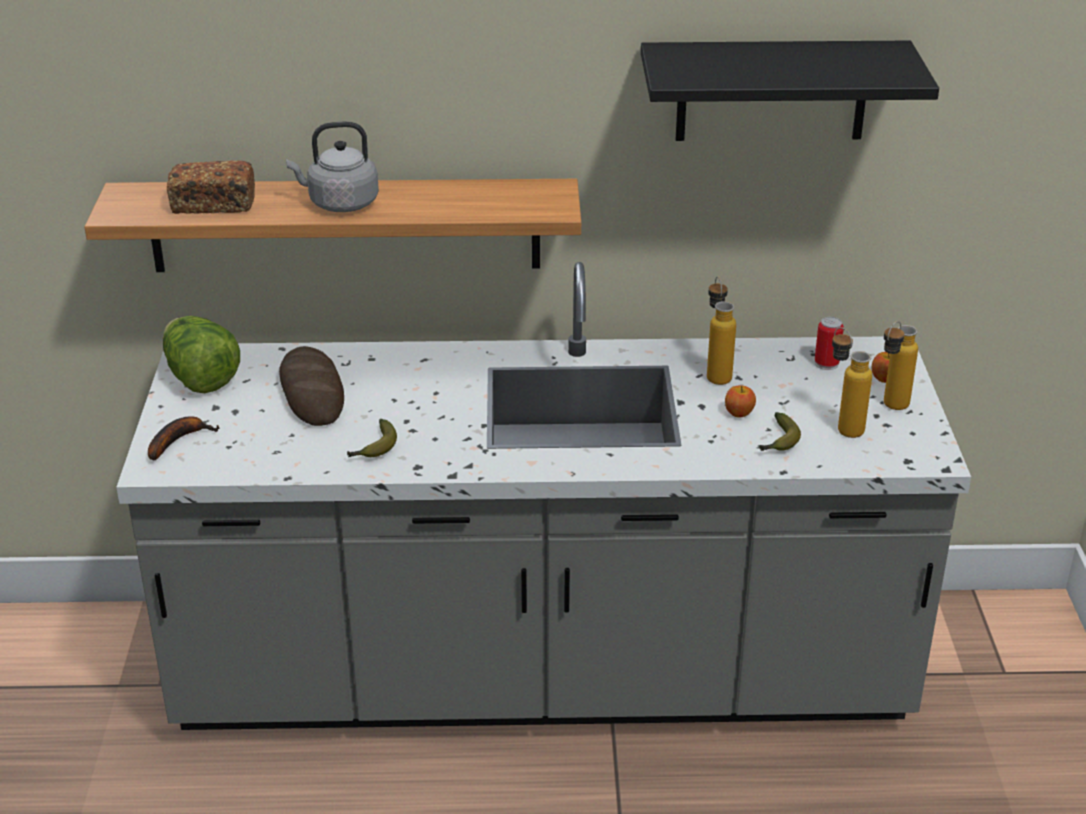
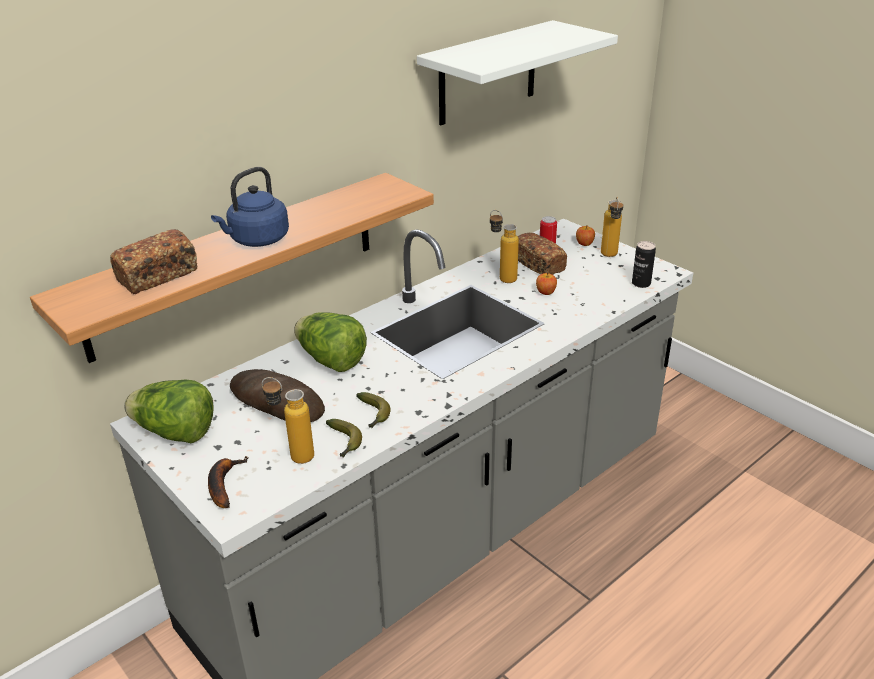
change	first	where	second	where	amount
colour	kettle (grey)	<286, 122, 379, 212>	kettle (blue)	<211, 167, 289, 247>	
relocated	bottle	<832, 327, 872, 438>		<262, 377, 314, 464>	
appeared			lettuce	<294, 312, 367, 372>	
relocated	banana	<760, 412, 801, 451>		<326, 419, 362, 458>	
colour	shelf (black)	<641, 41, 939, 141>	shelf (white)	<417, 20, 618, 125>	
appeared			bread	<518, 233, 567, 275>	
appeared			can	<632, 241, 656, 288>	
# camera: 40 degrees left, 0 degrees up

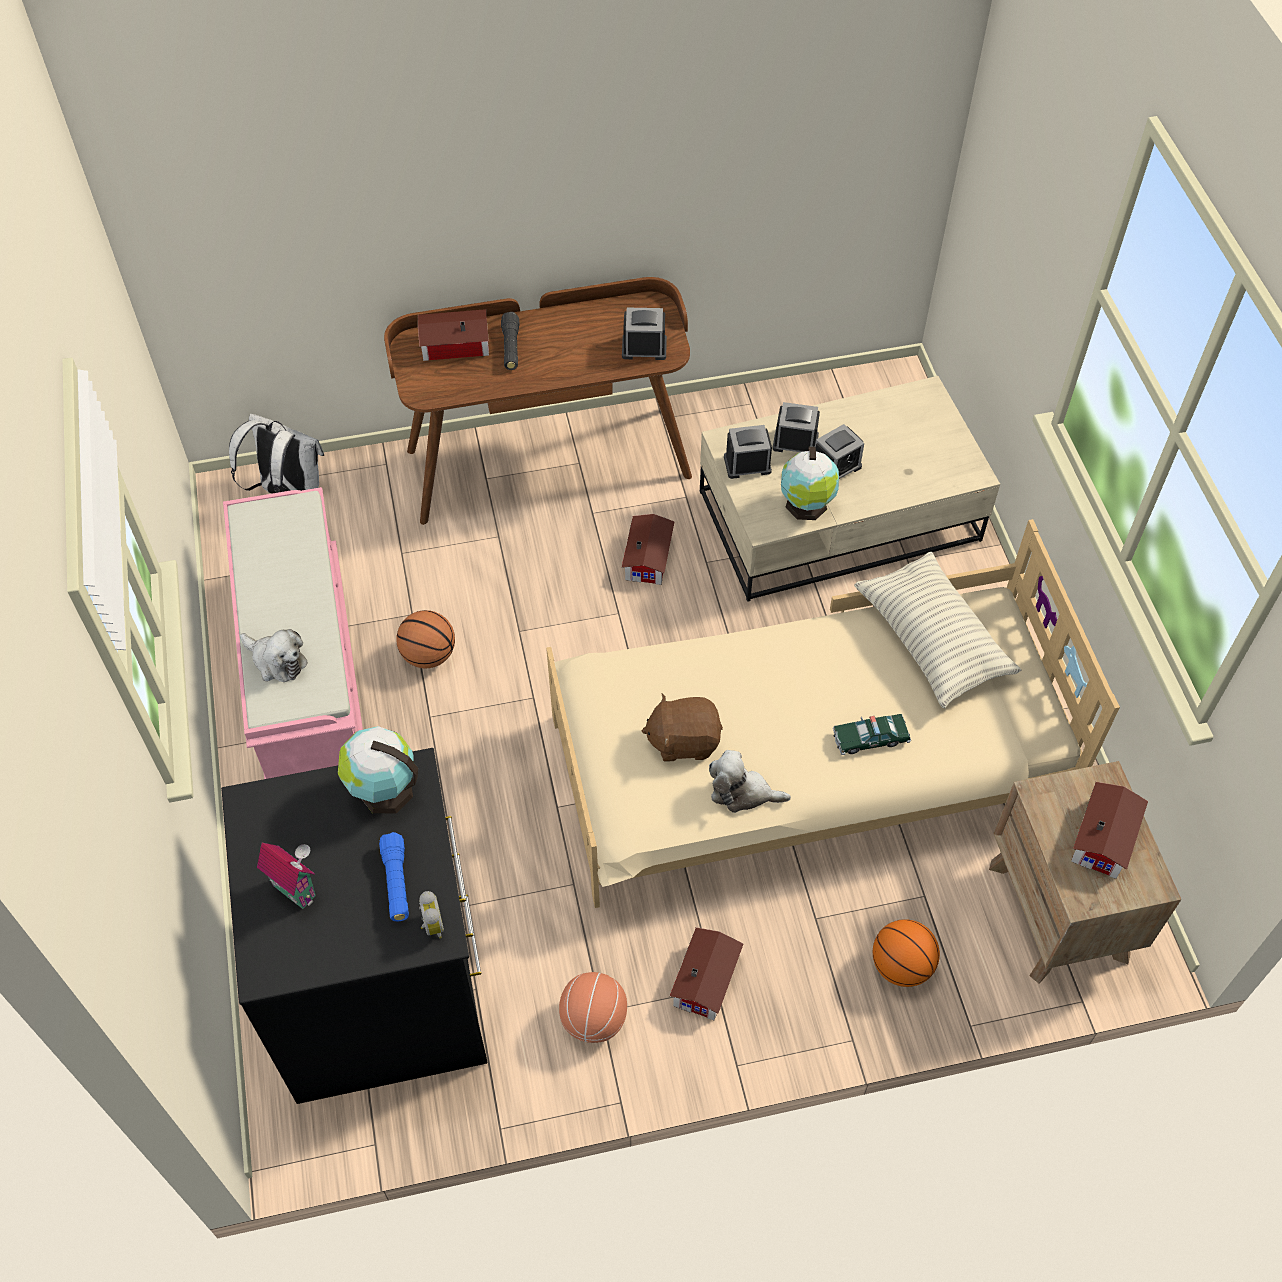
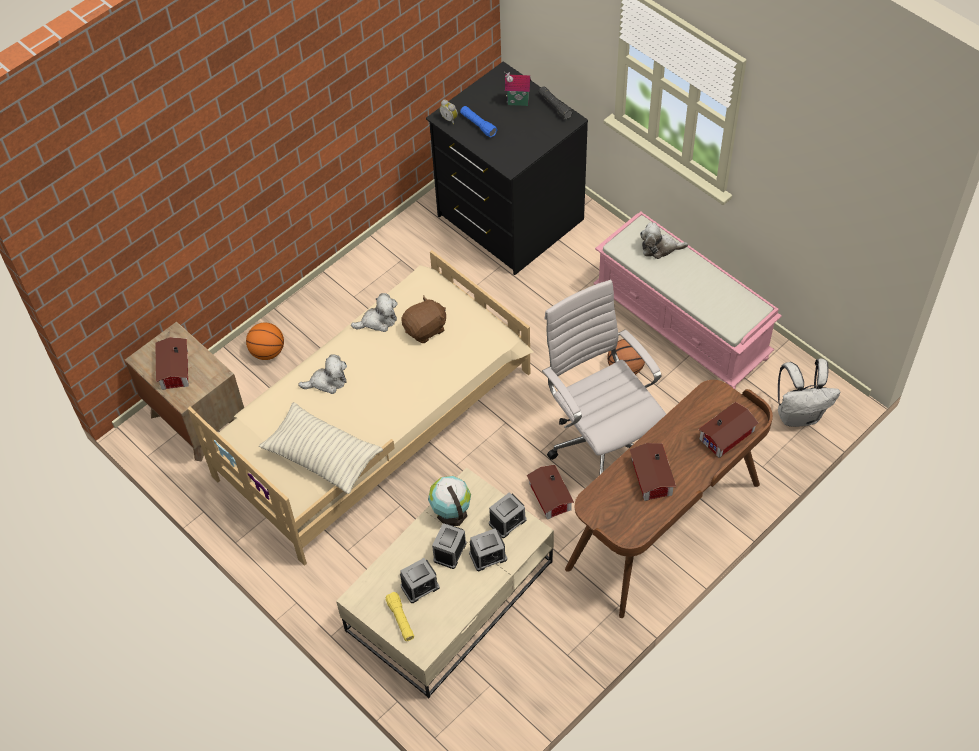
change	first	where	second	where	amount
exchanged	toy car	<833, 714, 911, 755>	plush toy	<298, 355, 347, 394>	
appeared			flashlight (yellow)	<385, 592, 414, 641>	
relocated	alarm clock	<622, 308, 667, 360>		<400, 558, 440, 603>	
relocated	flashlight (black)	<501, 312, 519, 370>		<539, 86, 573, 120>	
appeared			office chair (white)	<542, 280, 666, 475>	
relocated	toy house	<670, 927, 743, 1020>		<630, 443, 676, 501>	
missing	globe	<338, 726, 418, 813>			
missing	basketball	<559, 972, 627, 1043>			
# camera: 150 degrees right, 0 degrees up

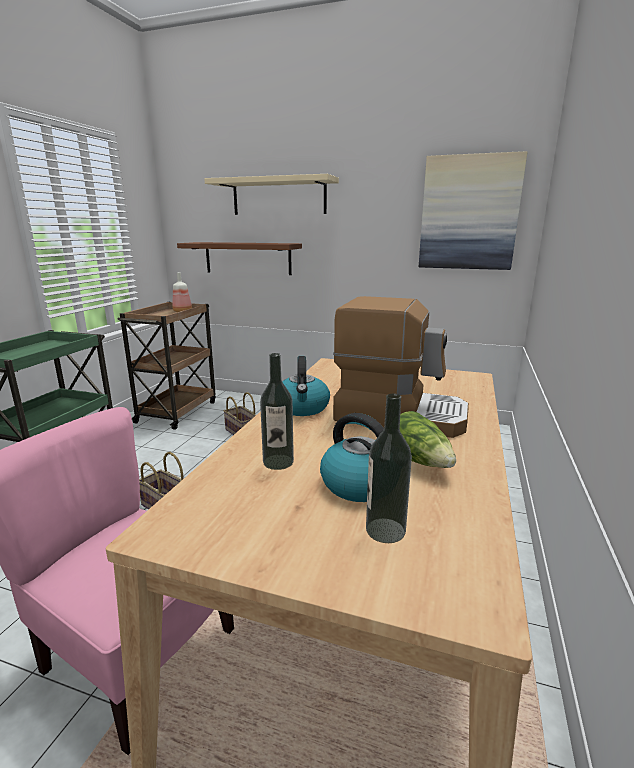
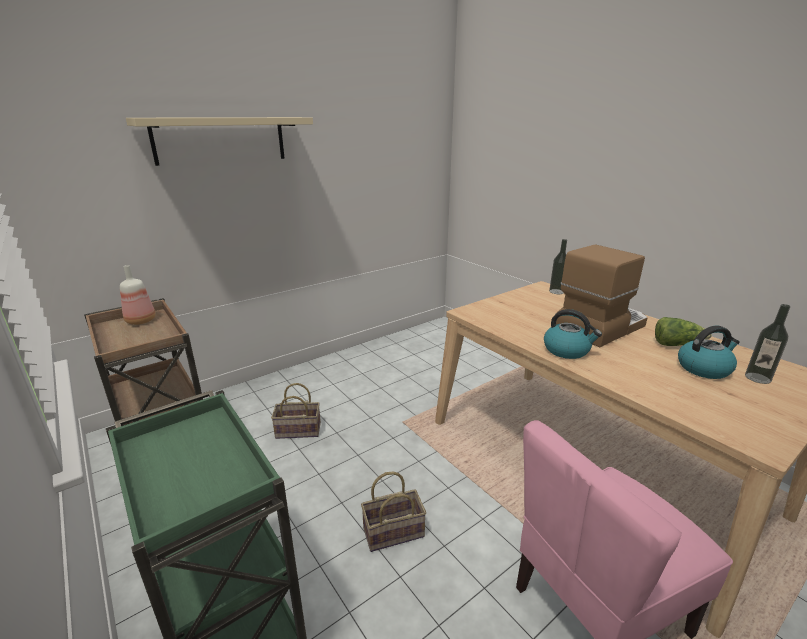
change	first	where	second	where	amount
relocated	bottle	<260, 353, 294, 470>		<549, 239, 567, 294>	
missing	shelf (brown)	<177, 242, 302, 275>			
missing	picture	<419, 151, 527, 270>			
# camera: 55 degrees left, 5 degrees up

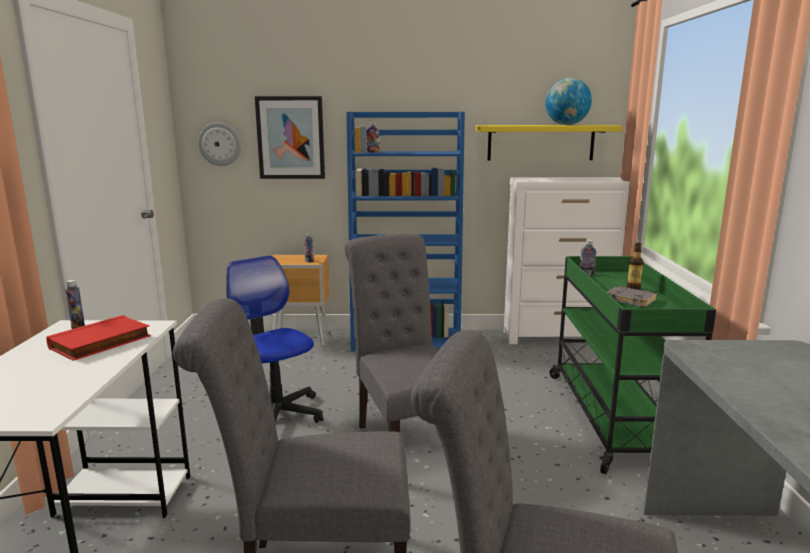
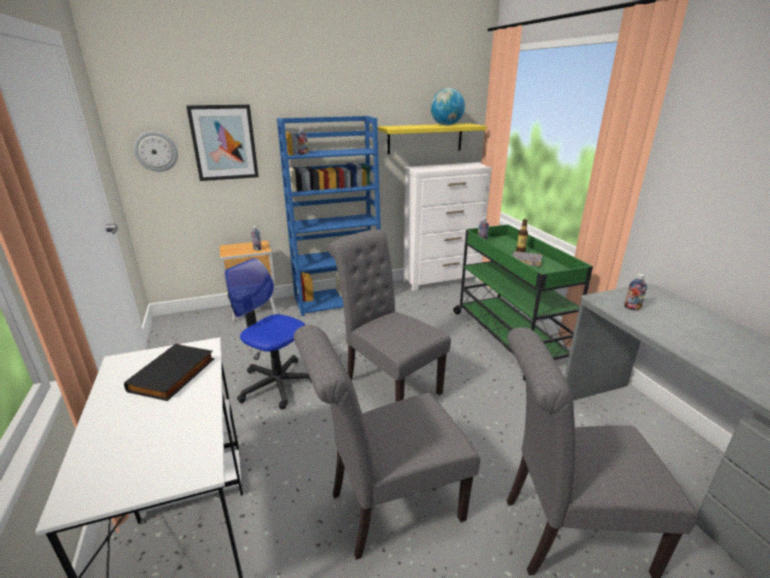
change	first	where	second	where	amount
colour	book (red)	<46, 315, 151, 361>	book (black)	<124, 344, 215, 401>	
relocated	bottle	<65, 280, 85, 329>		<624, 274, 647, 311>	
# camera: 20 degrees left, 10 degrees up

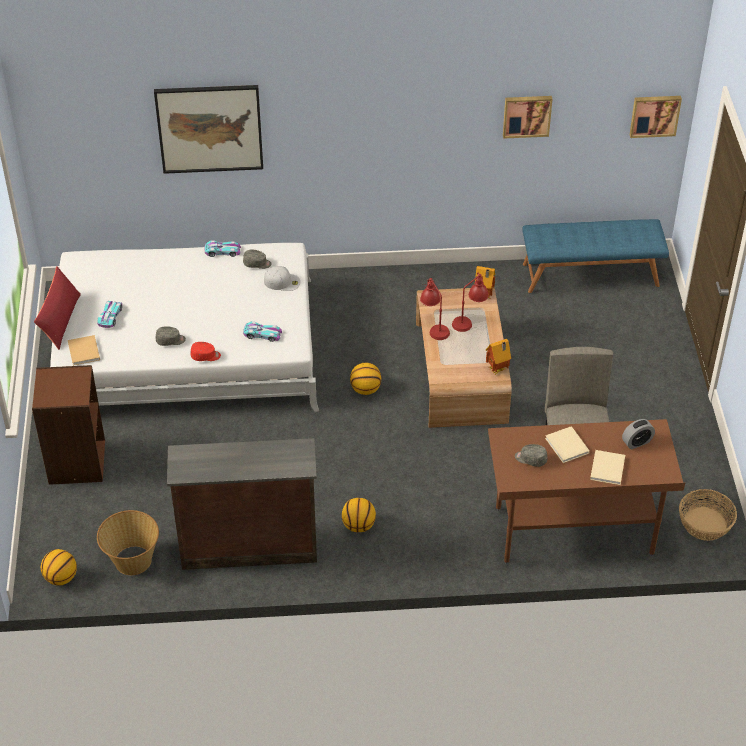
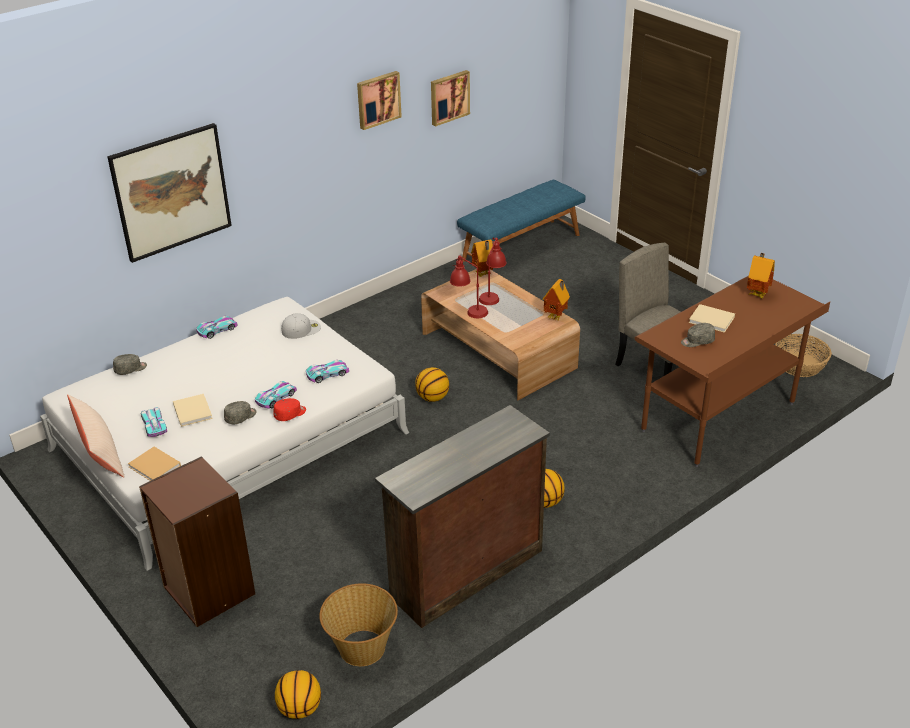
change	first	where	second	where	amount
colour	pillow (red)	<34, 267, 81, 350>	pillow (beige)	<67, 395, 125, 477>	
relocated	cap (grey)	<243, 250, 272, 269>		<113, 354, 147, 375>	
relocated	book (beige)	<590, 450, 625, 485>		<173, 394, 213, 427>	
appeared			toy car	<255, 381, 297, 409>	
relocated	picture	<630, 96, 682, 138>		<357, 71, 402, 130>	
exchanged	alarm clock	<622, 419, 655, 449>	toy house	<747, 253, 775, 299>	
# camera: 35 degrees left, 10 degrees down

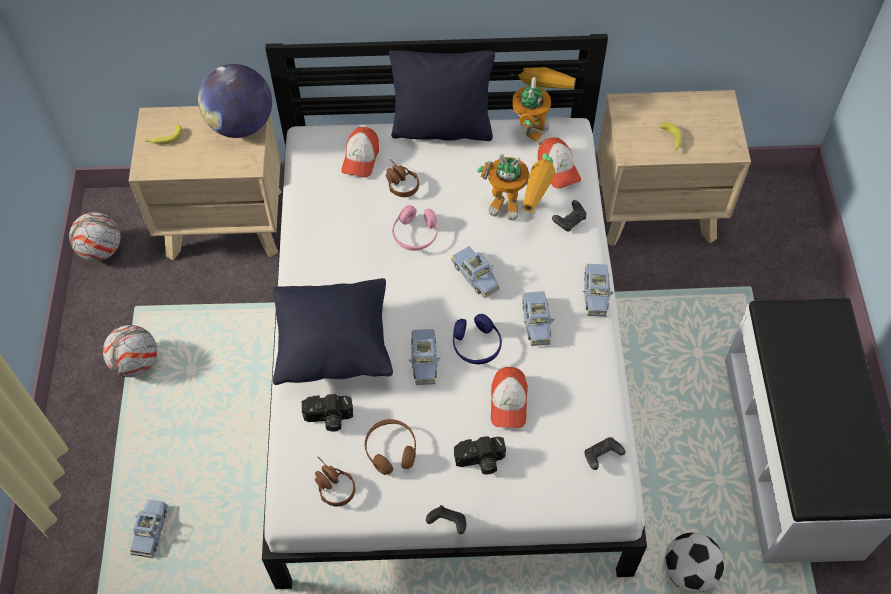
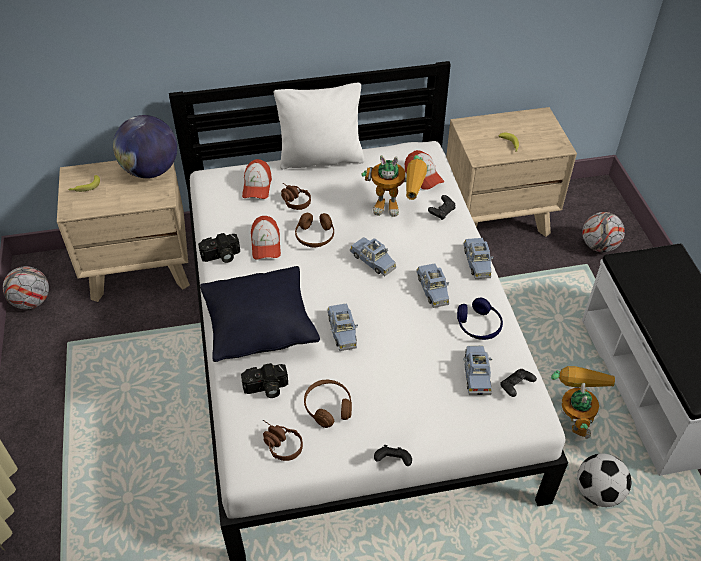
change	first	where	second	where	amount
relocated	photo camera	<454, 436, 506, 474>		<198, 233, 240, 263>	
relocated	cap	<491, 367, 528, 428>		<251, 216, 281, 260>	
colour	pillow (black)	<389, 50, 495, 141>	pillow (white)	<274, 83, 364, 169>	
colour	headphones (pink)	<392, 205, 438, 251>	headphones (brown)	<295, 213, 334, 247>	
relocated	headphones (blue)	<453, 314, 502, 364>		<457, 298, 503, 340>	
relocated	toy car (blue)	<130, 500, 167, 558>		<463, 345, 492, 395>	
relocated	toy robot	<511, 67, 576, 145>		<551, 366, 615, 439>	
relocated	football	<103, 325, 157, 377>		<582, 212, 625, 252>	
# camera: 10 degrees left, 10 degrees down

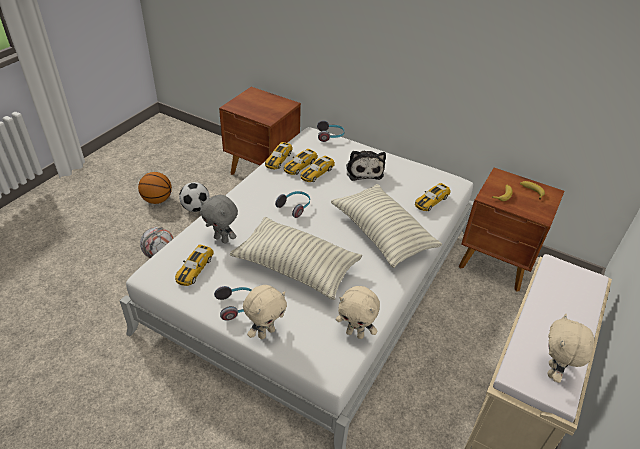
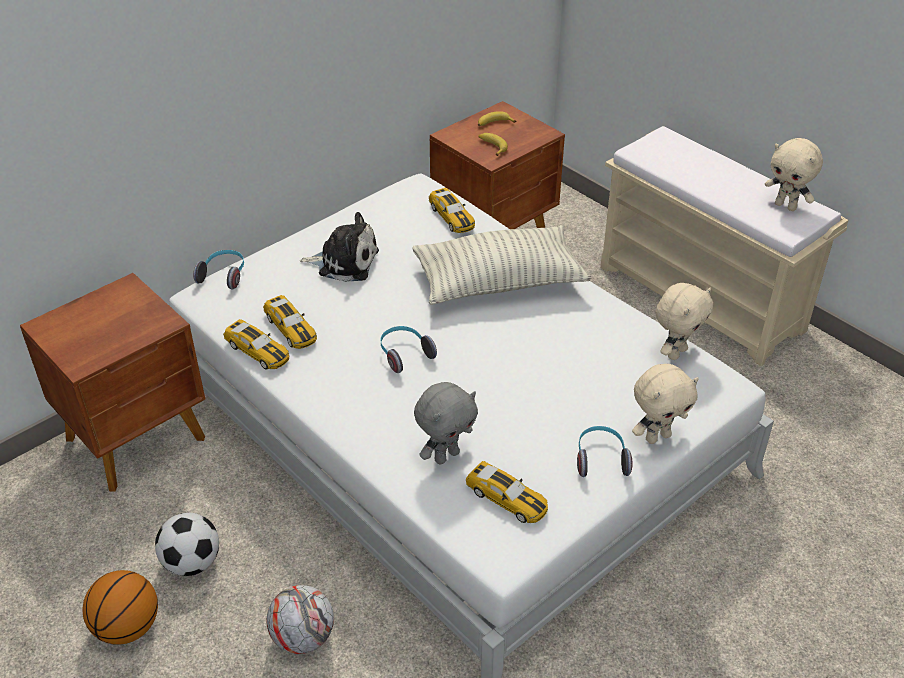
change	first	where	second	where	amount
spun	plush toy (beige)	<243, 285, 287, 339>		<632, 364, 699, 444>	90 degrees clockwise
missing	pillow	<230, 217, 362, 300>			
missing	toy car	<300, 156, 335, 182>			
# camera: 70 degrees left, 0 degrees up

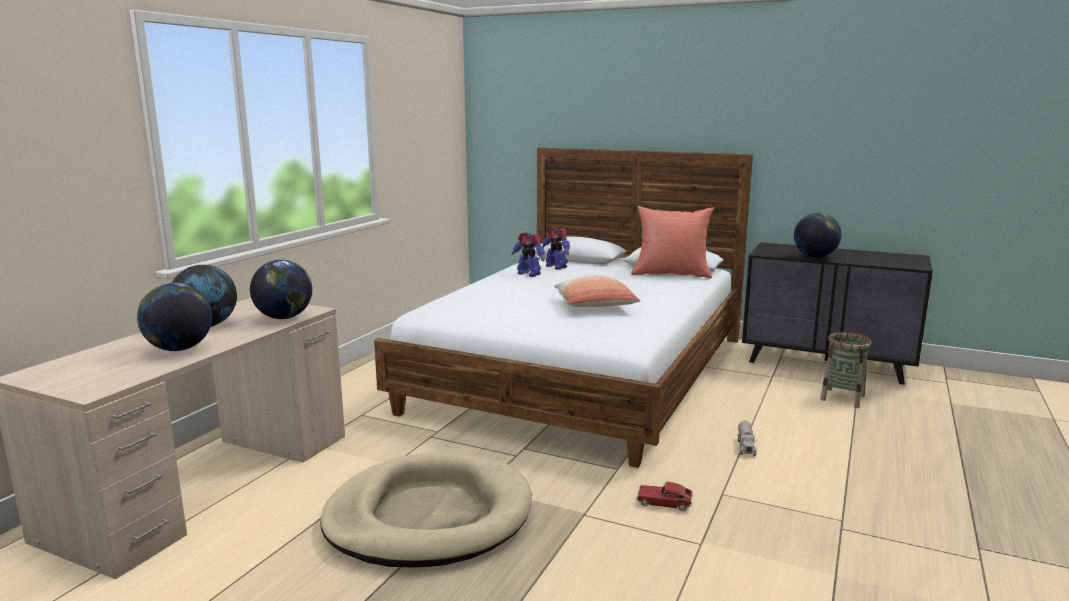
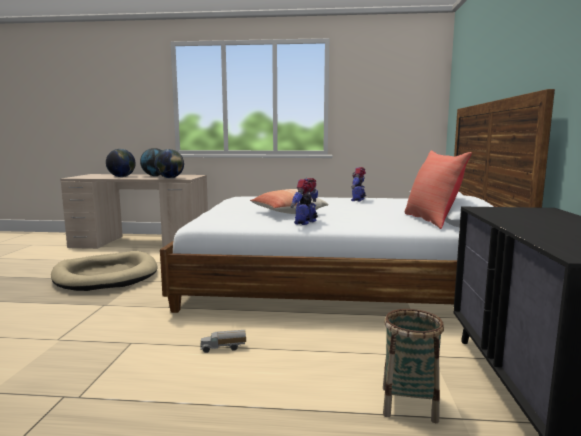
change	first	where	second	where	amount
relocated	toy robot	<542, 227, 570, 270>		<290, 178, 318, 225>	
missing	toy car	<637, 482, 693, 511>			
missing	globe	<794, 213, 841, 258>			
# camera: 70 degrees right, 5 degrees down

